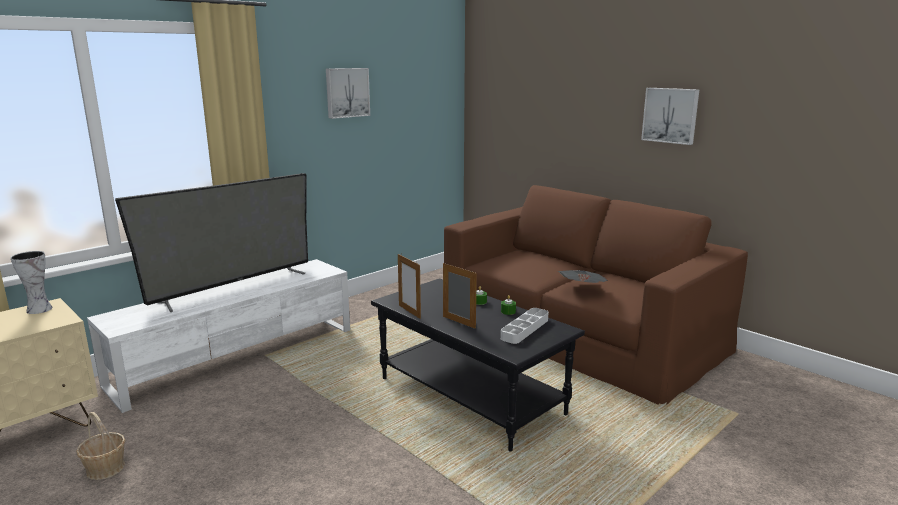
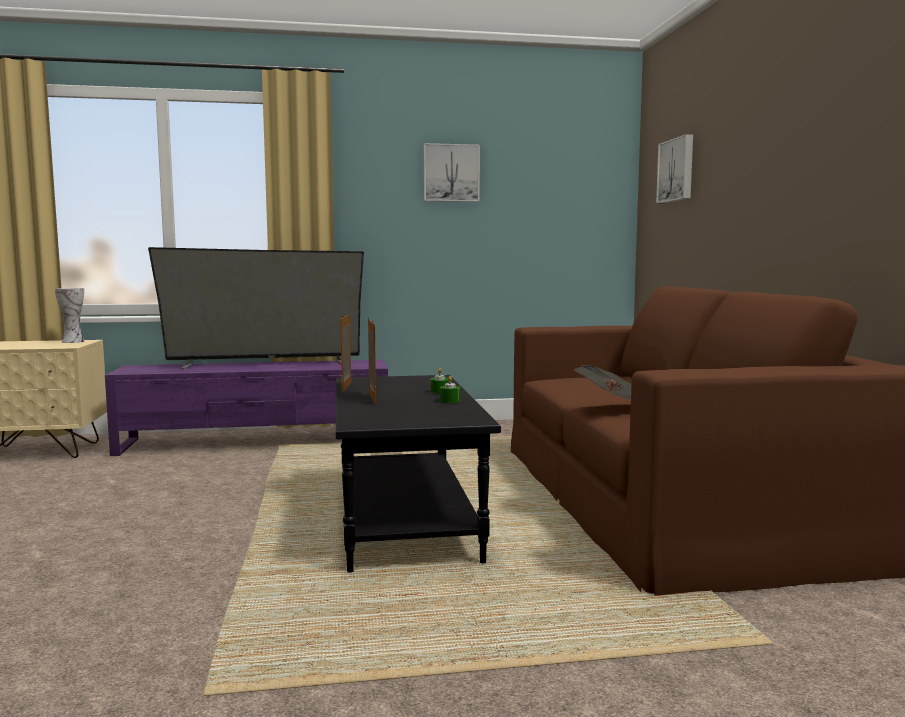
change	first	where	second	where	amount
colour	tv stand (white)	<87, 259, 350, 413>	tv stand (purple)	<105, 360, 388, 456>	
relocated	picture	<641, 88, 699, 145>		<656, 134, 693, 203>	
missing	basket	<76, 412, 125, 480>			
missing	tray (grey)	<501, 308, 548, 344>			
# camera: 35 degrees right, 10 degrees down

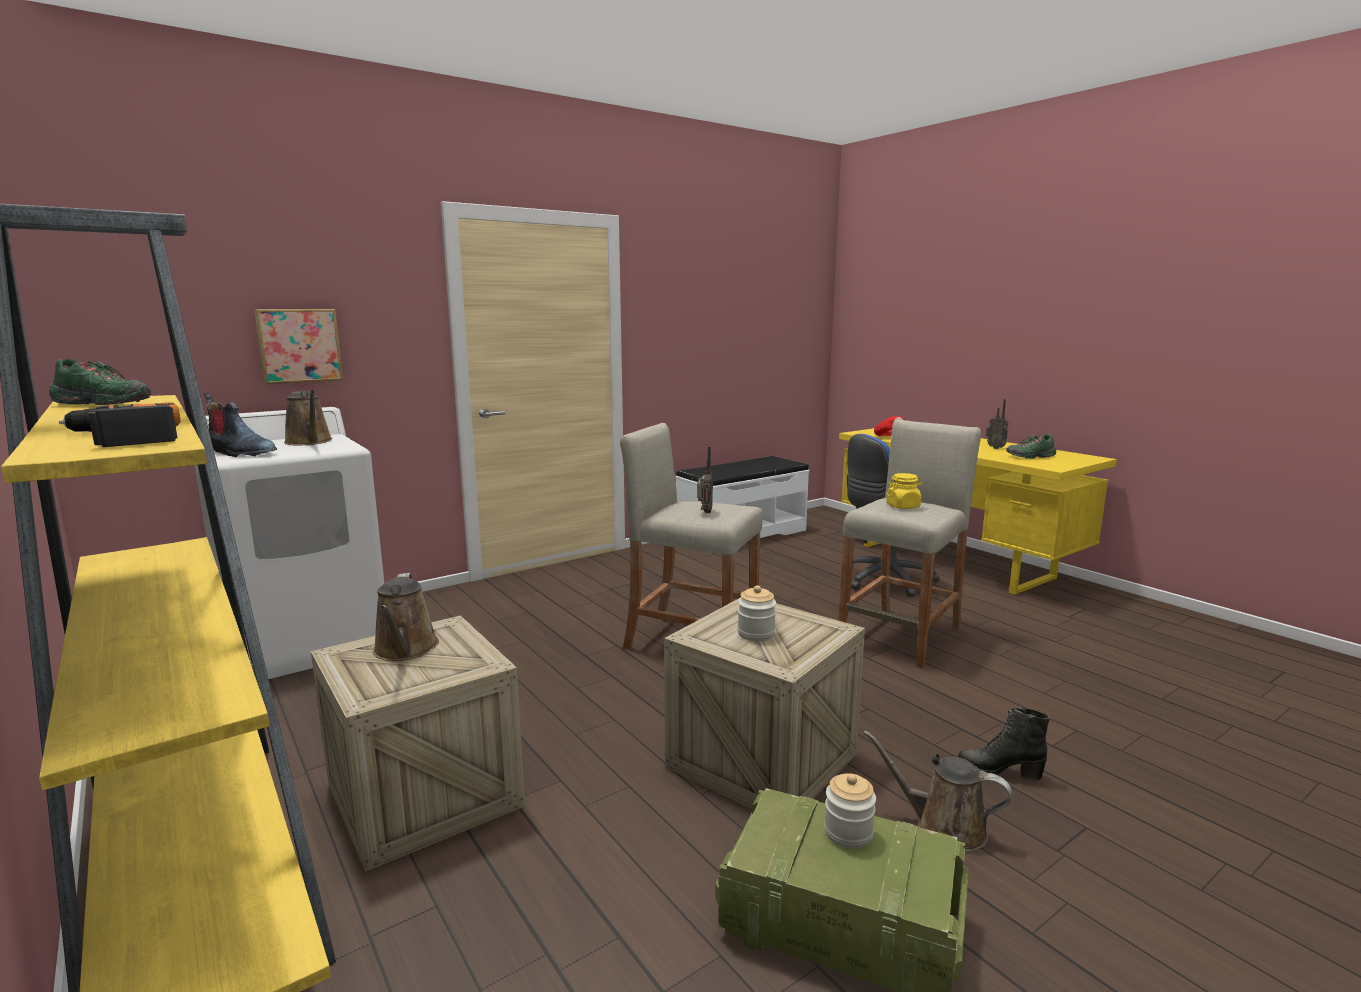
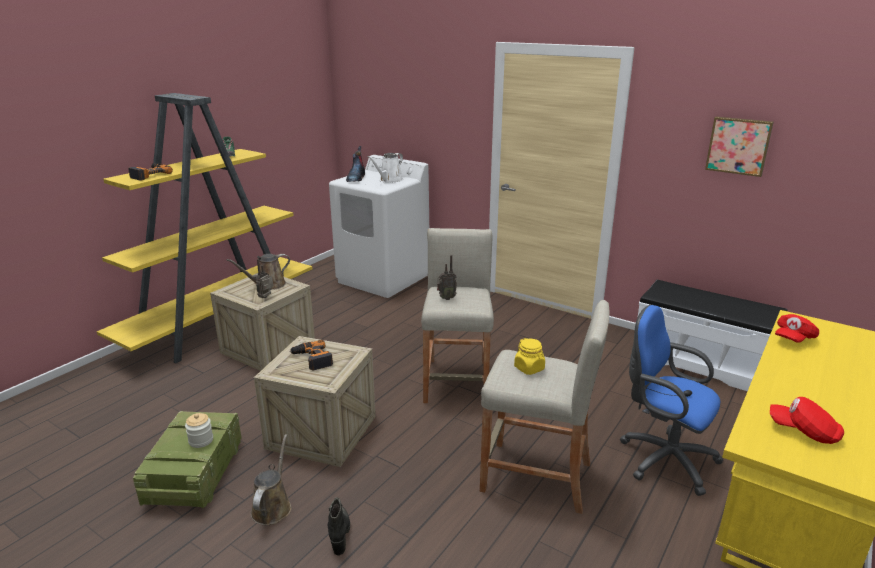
change	first	where	second	where	amount
relocated	radio	<986, 399, 1008, 449>		<255, 259, 273, 298>	
exchanged	jar	<737, 585, 776, 641>	power drill	<289, 340, 333, 370>	
colour	watering can (brown)	<284, 390, 333, 445>	watering can (white)	<367, 153, 403, 183>	
relocated	picture	<254, 309, 343, 384>		<705, 117, 774, 177>	
exchanged	shoe (green)	<1006, 434, 1056, 459>	cap (red)	<770, 397, 844, 444>	
# camera: 70 degrees right, 10 degrees up

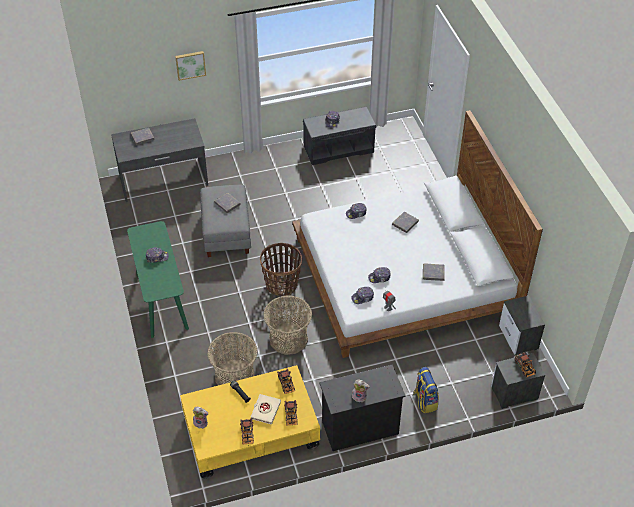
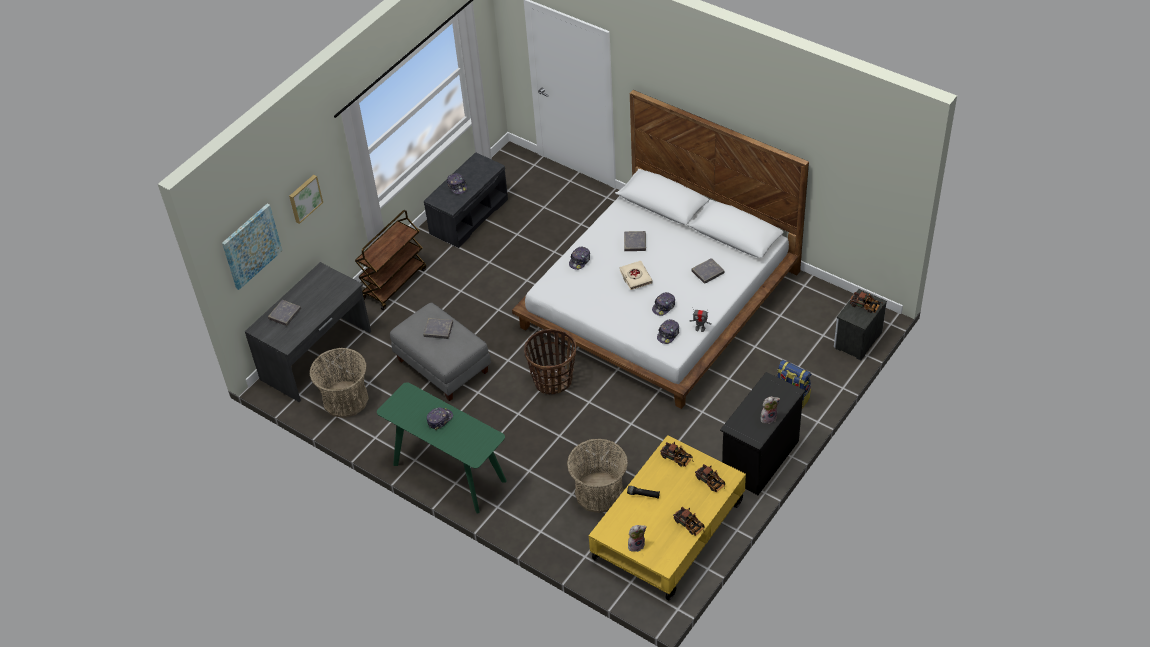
change	first	where	second	where	amount
appeared			picture	<222, 204, 282, 290>	
relocated	basket	<263, 295, 312, 355>		<310, 348, 369, 418>	
appeared			cart (brown)	<355, 210, 426, 310>	
relocated	book (beige)	<251, 394, 281, 425>		<619, 261, 653, 290>	
missing	nightstand	<499, 296, 545, 355>			
# camera: 35 degrees left, 0 degrees up

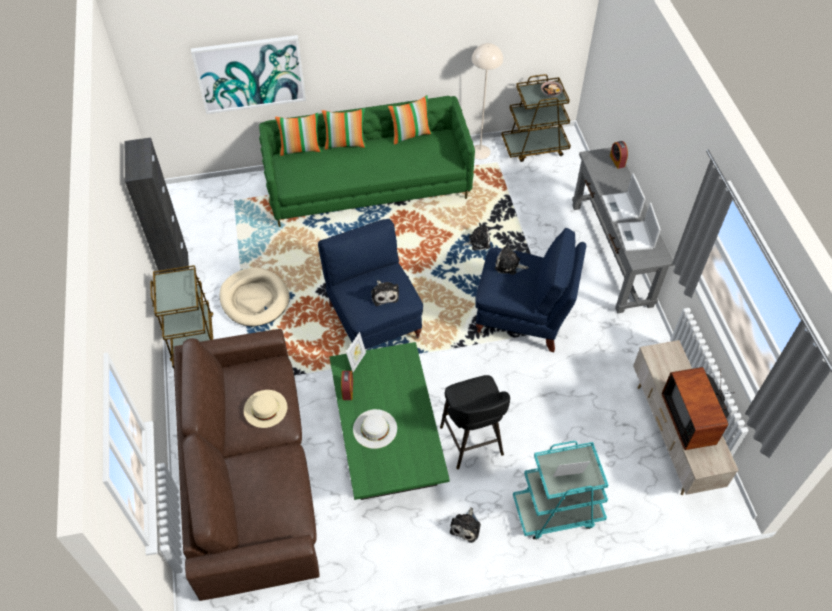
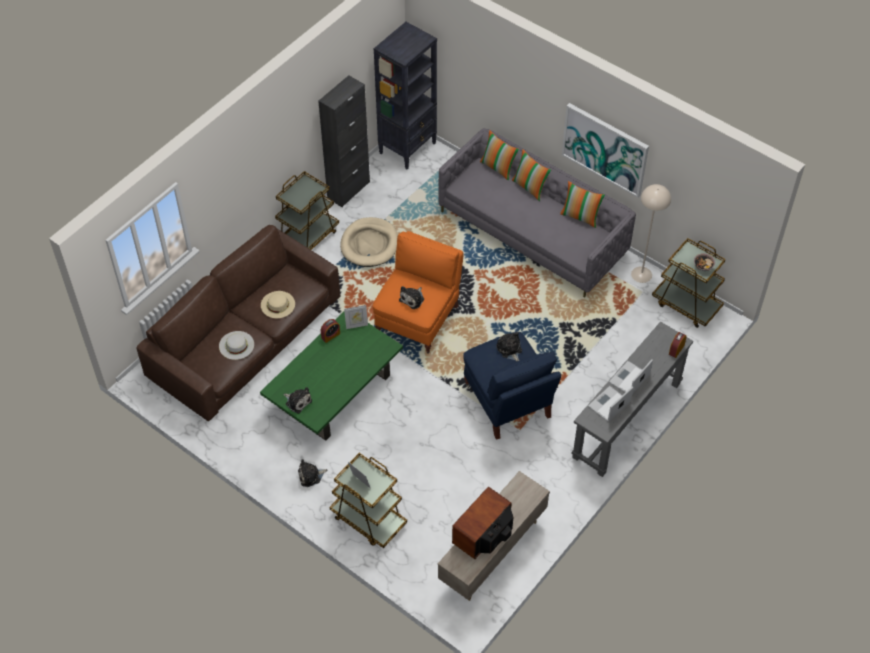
change	first	where	second	where	amount
relocated	hat (white)	<353, 409, 397, 449>		<219, 331, 254, 360>	
relocated	plush toy	<463, 223, 491, 250>		<284, 387, 312, 414>	
colour	cart (turquoise)	<513, 441, 608, 540>	cart (brown)	<329, 453, 407, 548>	
colour	armchair (blue)	<318, 219, 423, 349>	armchair (orange)	<373, 231, 463, 354>	
appeared			bookcase (black)	<374, 22, 437, 169>	
colour	sofa (green)	<259, 96, 475, 227>	sofa (grey)	<439, 128, 636, 298>	
relocated	picture	<191, 35, 306, 114>		<562, 103, 649, 198>	
missing	stool (black)	<440, 375, 510, 469>			
# camera: 50 degrees right, 0 degrees up

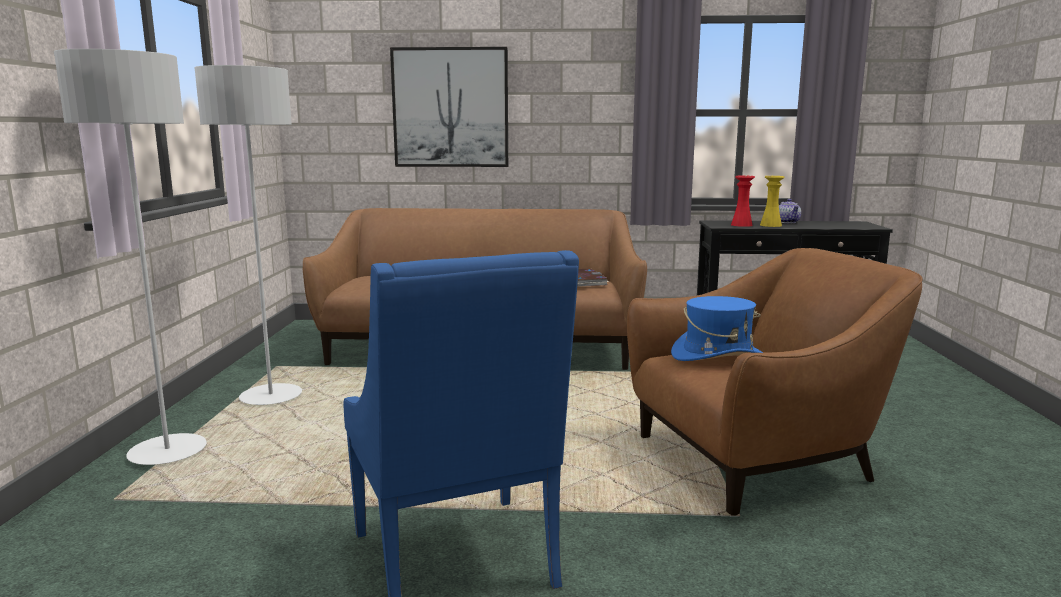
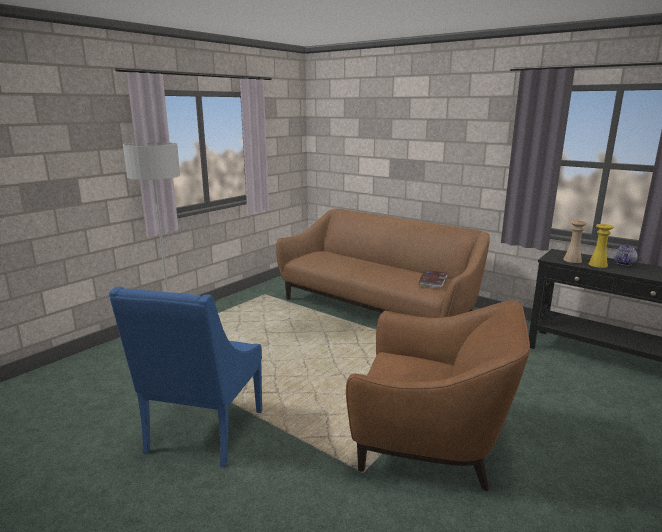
change	first	where	second	where	amount
colour	vase (red)	<731, 175, 755, 227>	vase (beige)	<563, 220, 587, 263>	
missing	floor lamp (grey)	<195, 65, 302, 405>			
missing	picture	<390, 47, 508, 167>			
missing	hat (blue)	<671, 296, 763, 361>			
# camera: 35 degrees right, 5 degrees up

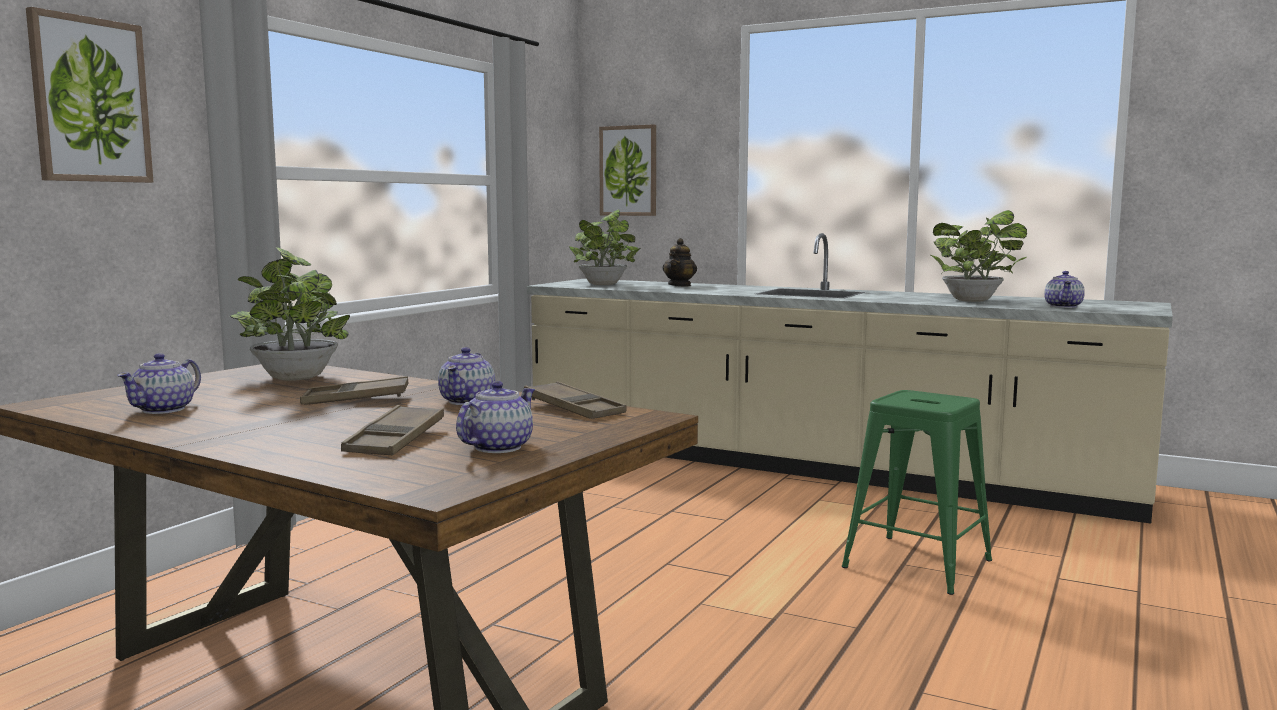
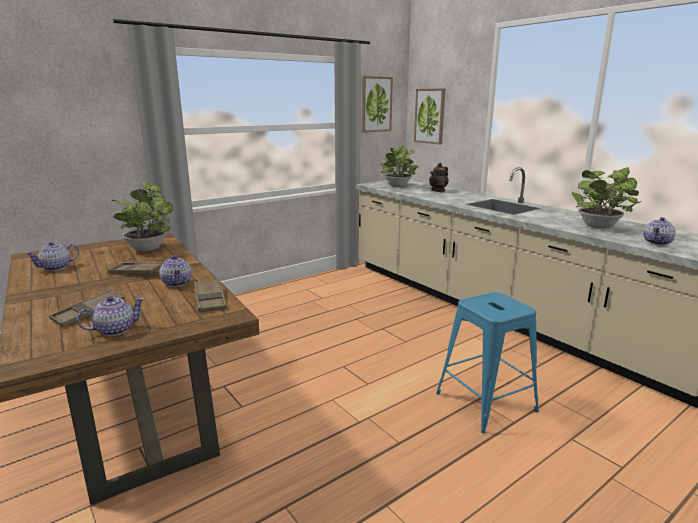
change	first	where	second	where	amount
spun	teapot	<438, 347, 495, 405>		<159, 255, 192, 287>	60 degrees counterclockwise
relocated	picture	<26, 7, 153, 183>		<362, 76, 393, 133>	
colour	stool (green)	<842, 390, 992, 595>	stool (blue)	<436, 292, 539, 433>	
# camera: 25 degrees right, 10 degrees up

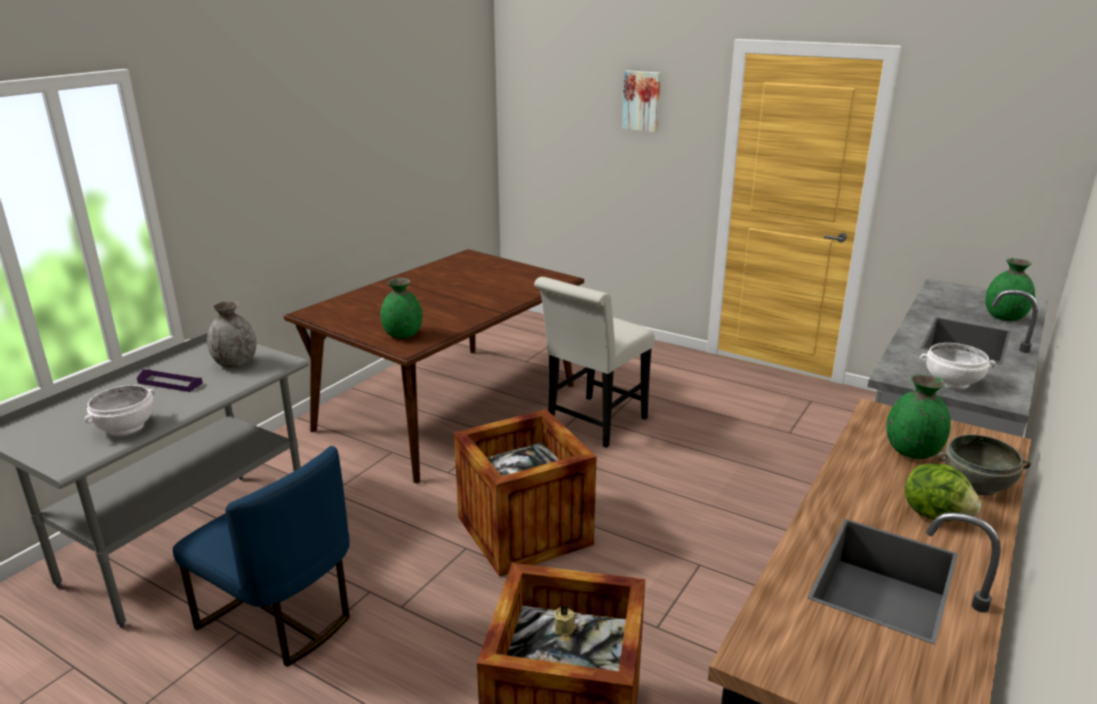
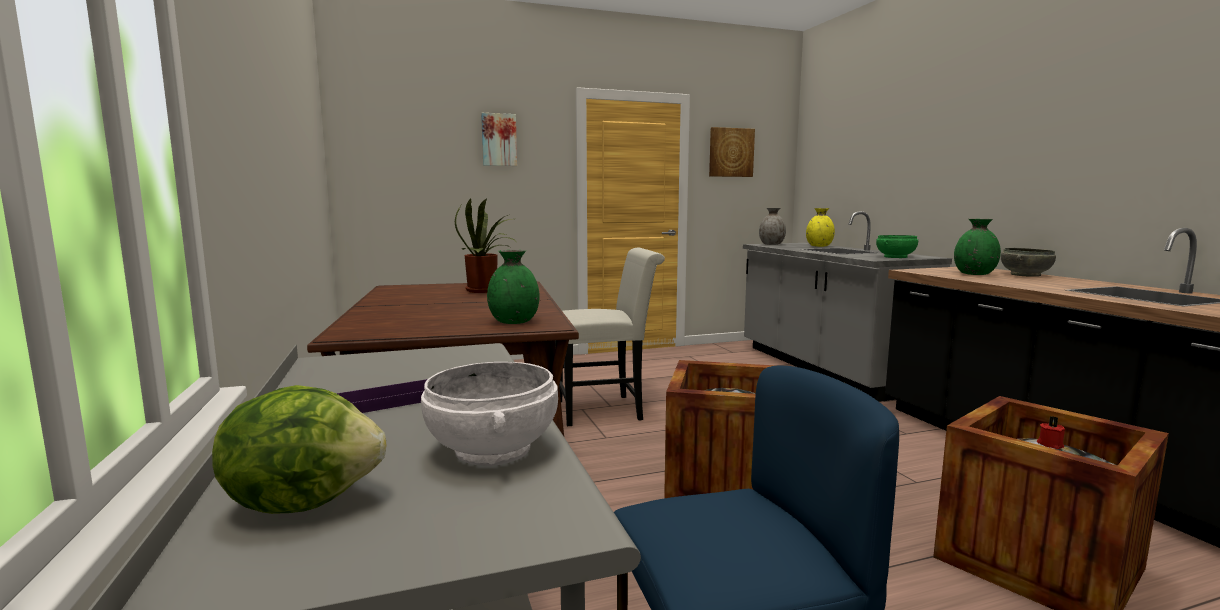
change	first	where	second	where	amount
relocated	lettuce	<905, 464, 982, 522>		<212, 385, 386, 514>	
appeared			potted plant	<455, 198, 515, 293>	
spun	chair (white)	<534, 277, 655, 448>		<555, 248, 665, 426>	90 degrees counterclockwise
appeared			picture	<709, 127, 755, 177>	
relocated	vase (grey)	<207, 301, 256, 368>		<759, 208, 786, 245>	
colour	vase (green)	<986, 258, 1035, 321>	vase (yellow)	<806, 208, 835, 247>	
colour	bowl (white)	<920, 343, 996, 389>	bowl (green)	<876, 235, 918, 258>	
colour	candle (beige)	<554, 605, 577, 637>	candle (red)	<1037, 416, 1065, 449>	
# camera: 50 degrees left, 15 degrees down

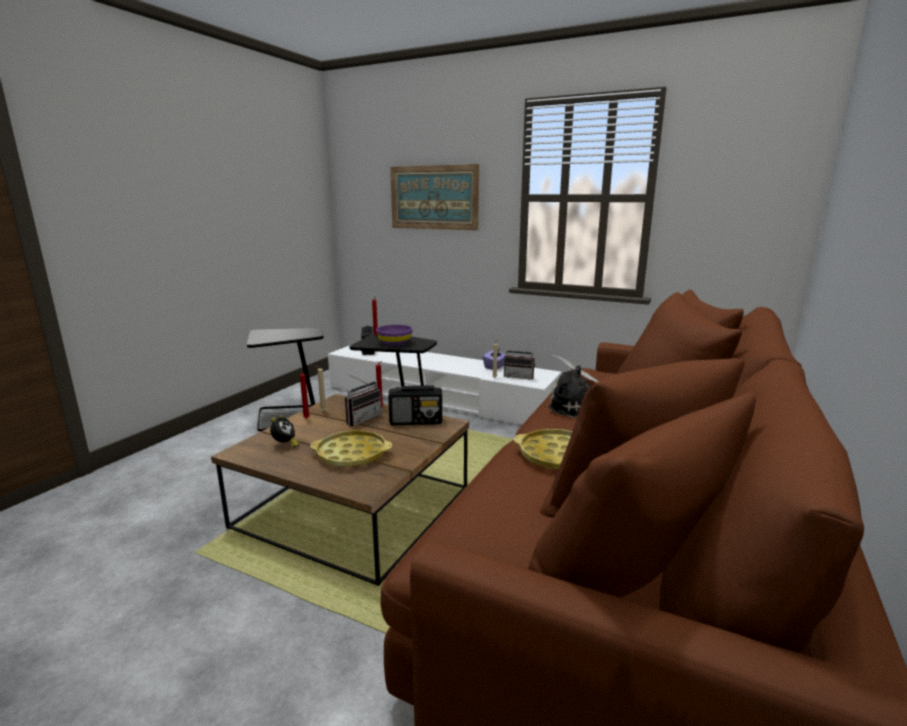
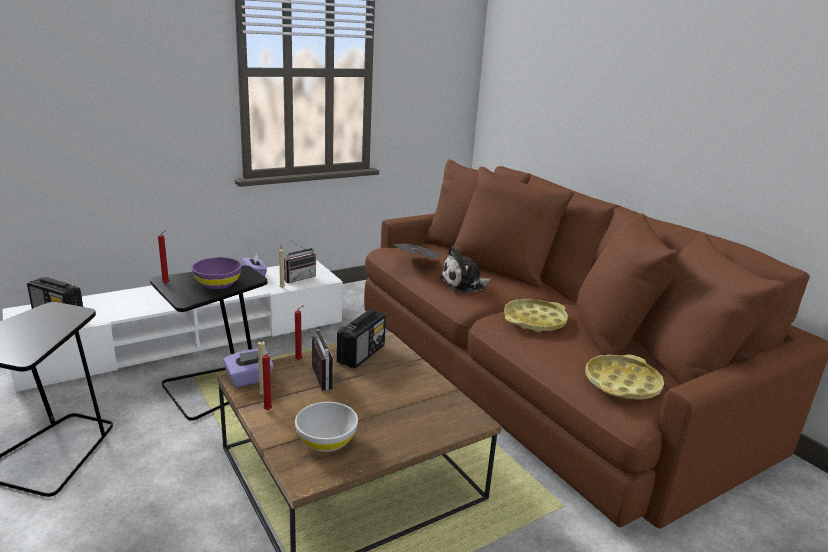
change	first	where	second	where	amount
appeared			tissue box (purple)	<223, 349, 274, 387>	
exchanged	alarm clock	<270, 415, 300, 448>	bowl (white)	<295, 402, 358, 452>	
relocated	tray (yellow)	<310, 430, 392, 467>		<586, 355, 664, 400>	
missing	picture	<390, 164, 479, 230>			
# camera: 60 degrees left, 5 degrees up

